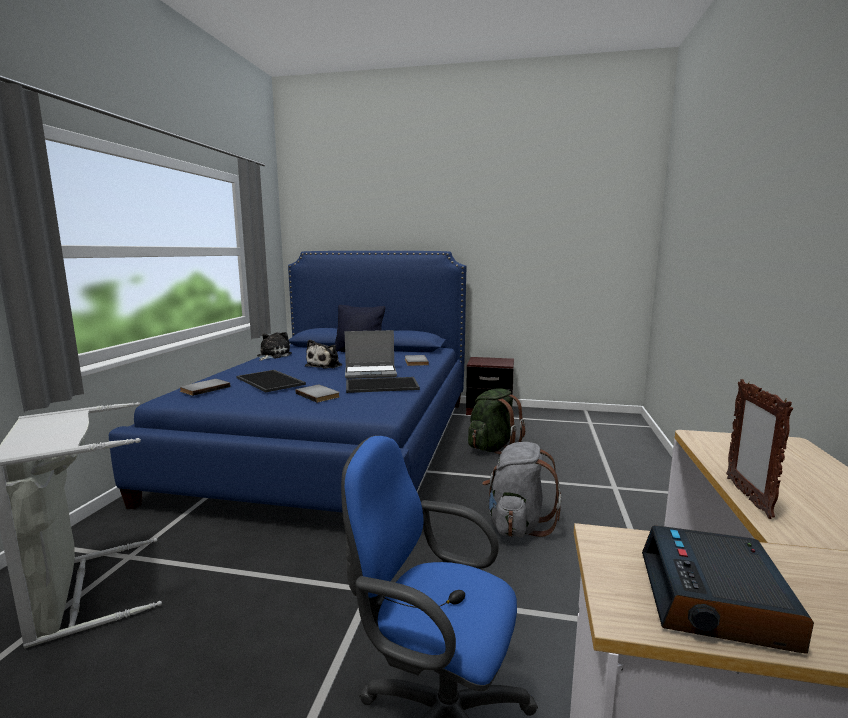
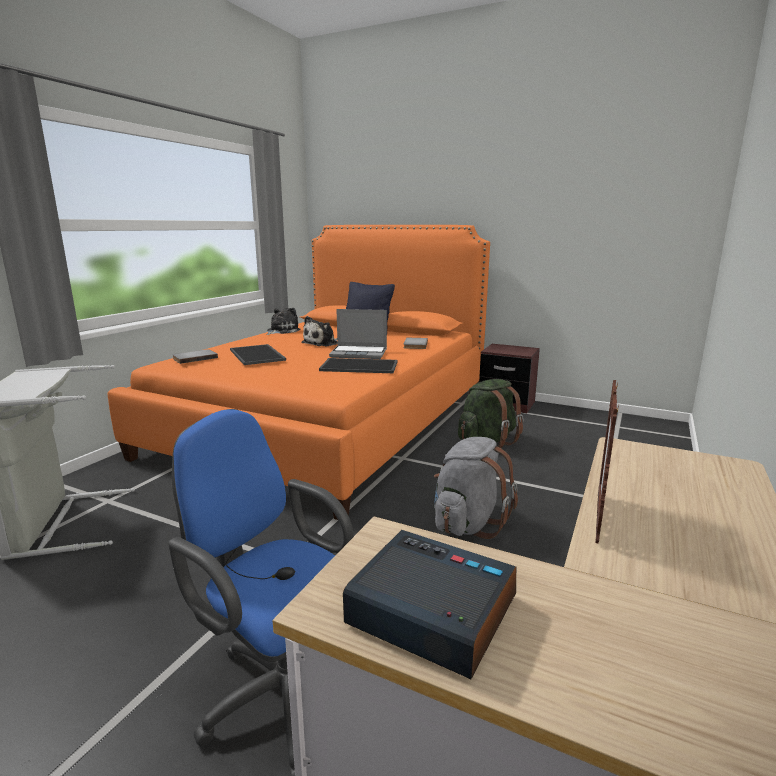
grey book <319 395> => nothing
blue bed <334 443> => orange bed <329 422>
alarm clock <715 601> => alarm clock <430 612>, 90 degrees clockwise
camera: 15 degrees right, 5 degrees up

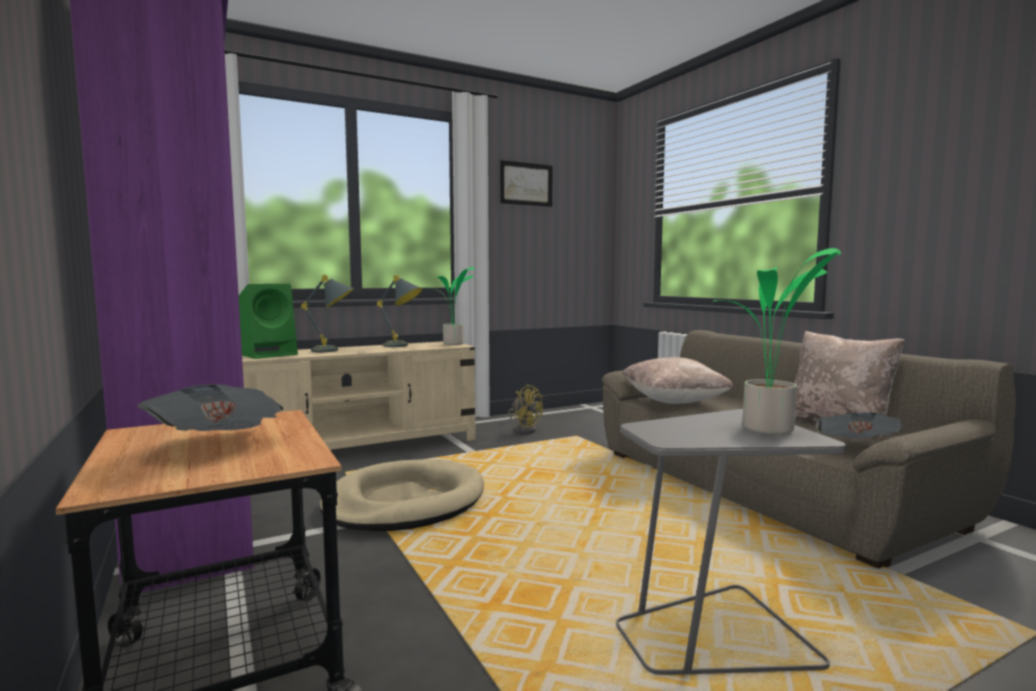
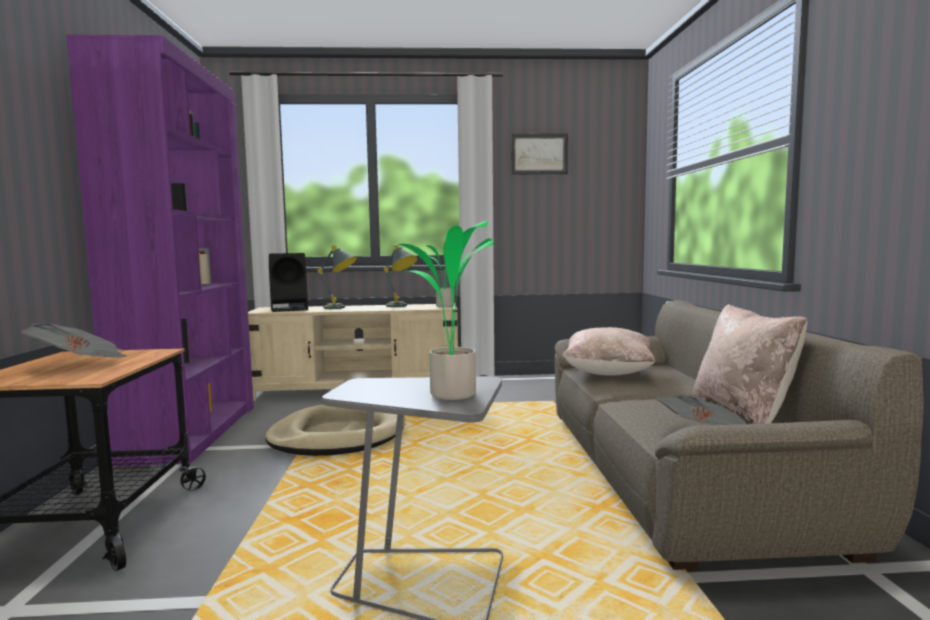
yellow fan <524 430> => nothing
green speaker <269 354> => black speaker <290 309>
camera: 25 degrees right, 0 degrees up

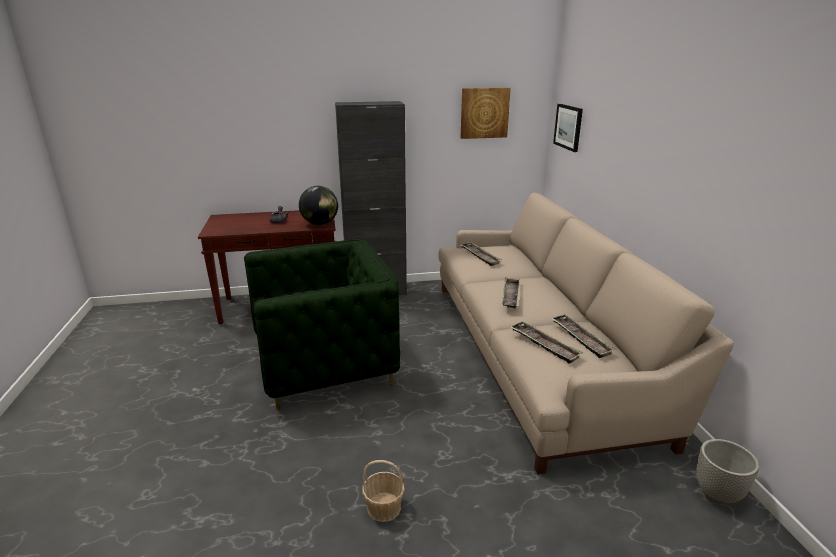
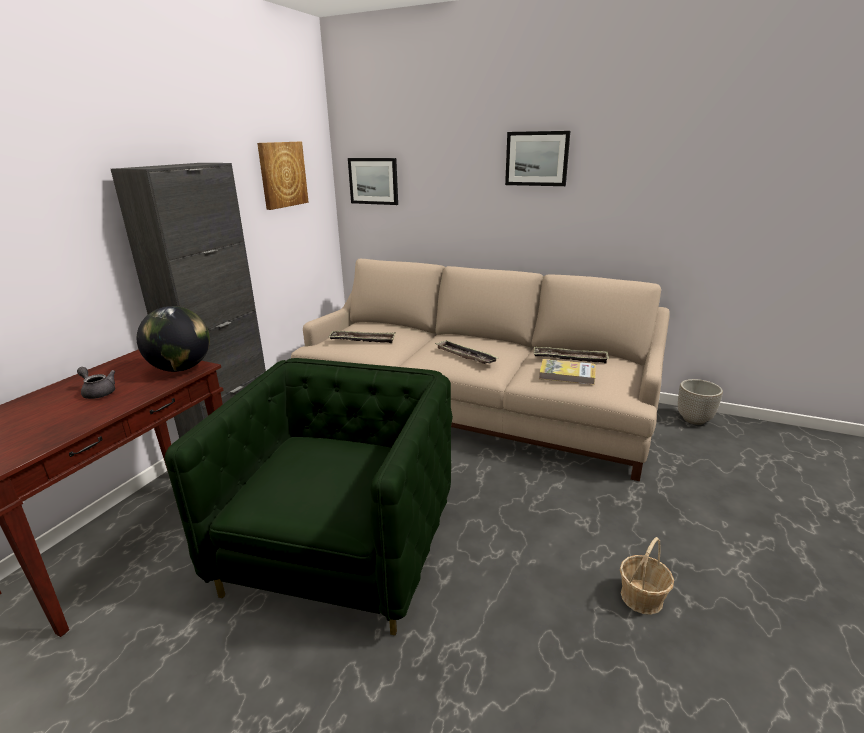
nothing => picture <537 158>
tray <544 345> => book <567 374>
camera: 55 degrees left, 0 degrees up

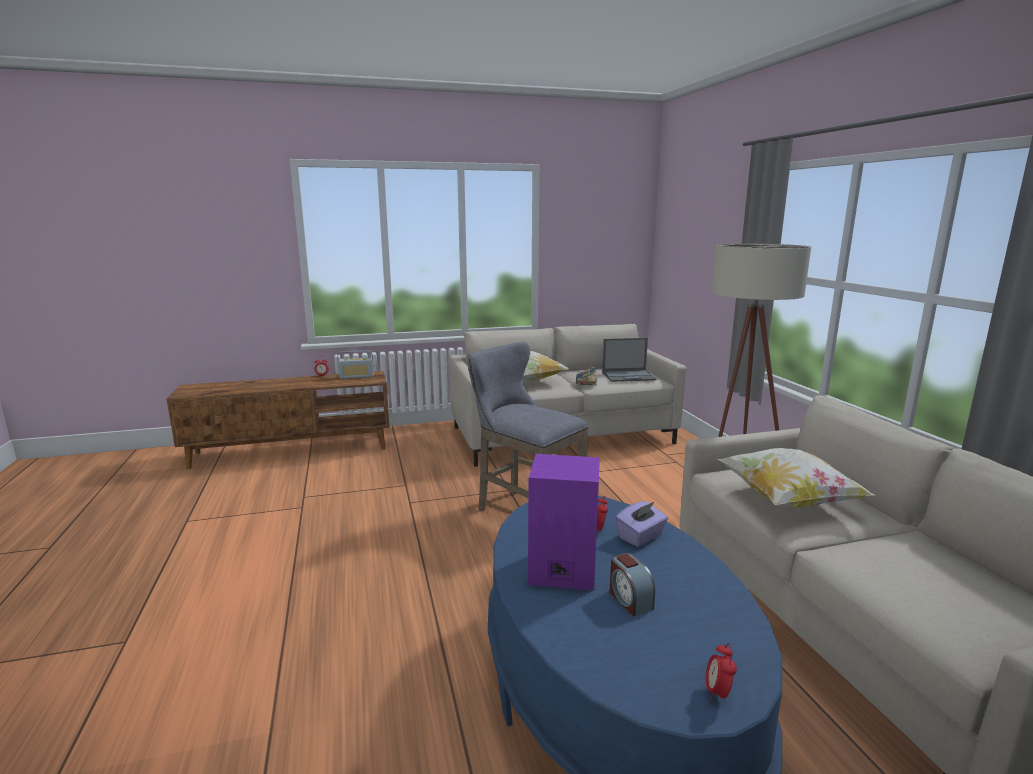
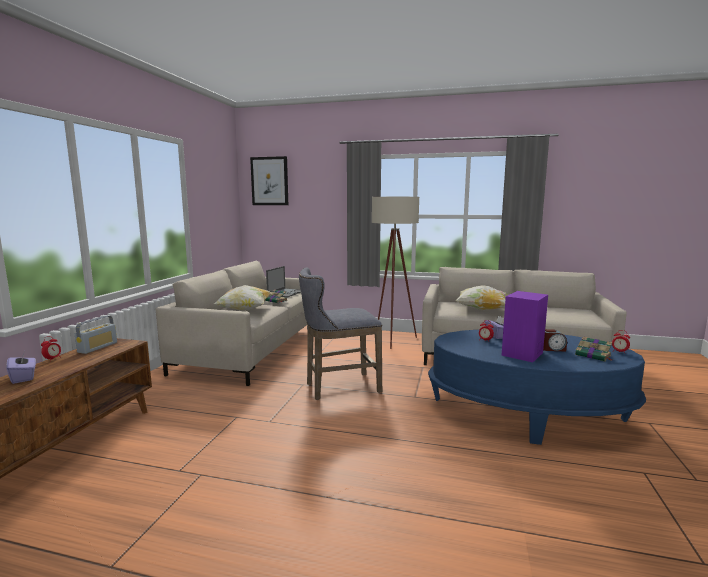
nothing => purple tissue box <23 377>
nothing => picture <269 181>
nothing => book <593 355>
camera: 60 degrees left, 5 degrees down

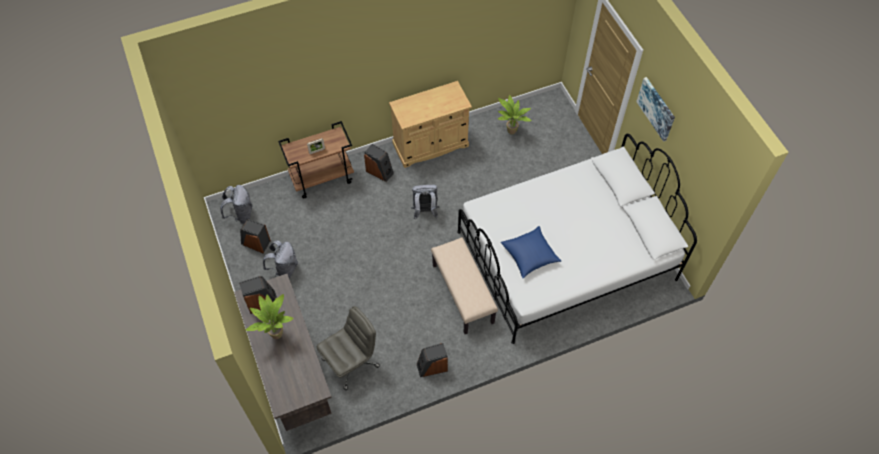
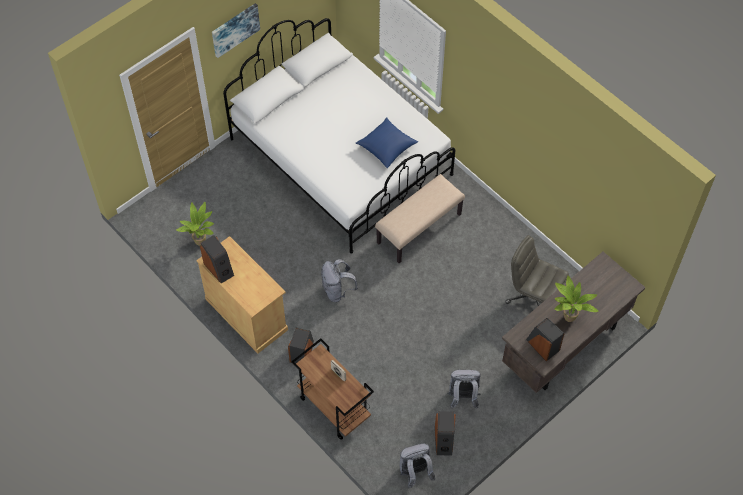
speaker <432 367> => speaker <219 268>, relocated
camera: 110 degrees left, 0 degrees up

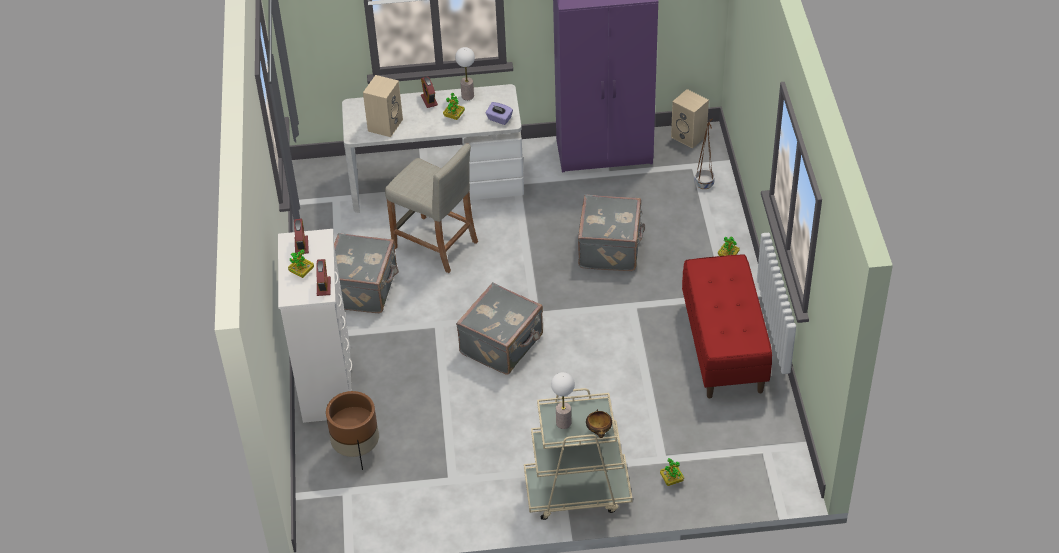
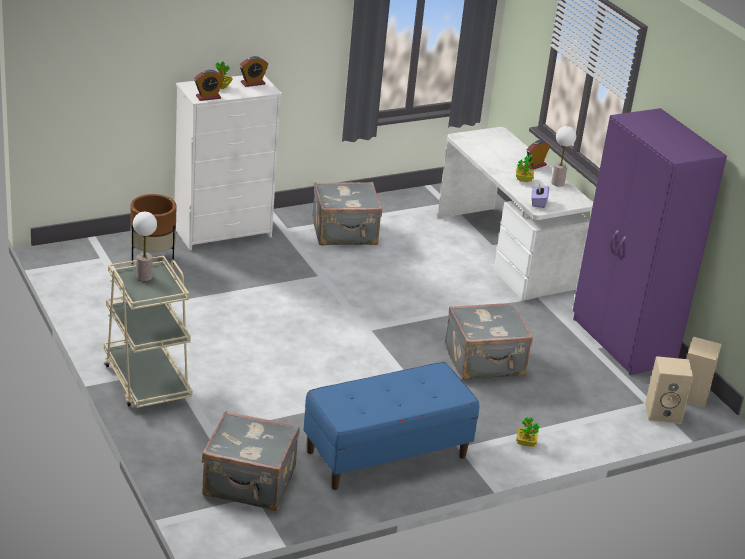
beige stool <435 245> => nothing
bowl <599 432> => nothing
potted plant <671 480> => nothing
brown planter <704 184> => nothing
beige speaker <385 124> => beige speaker <664 413>, relocated
grey suitcase <503 345> => grey suitcase <249 484>, relocated
red bench <724 347> => blue bench <386 455>
camera: 65 degrees right, 15 degrees down

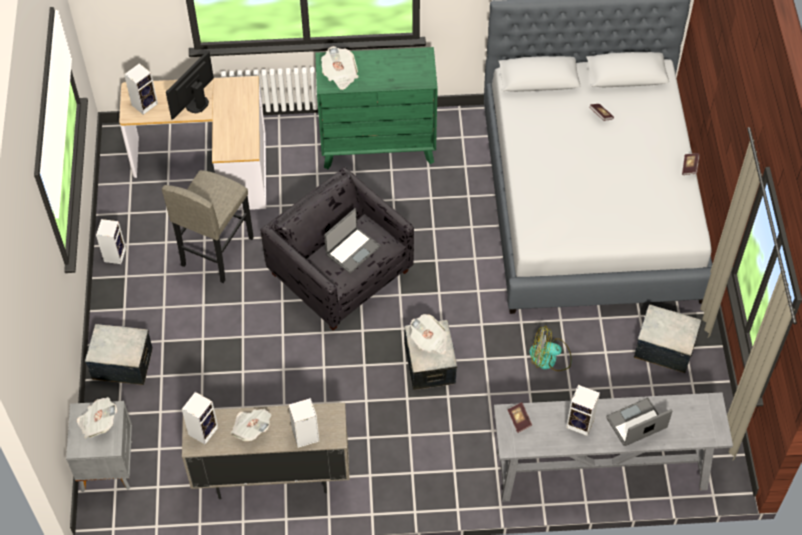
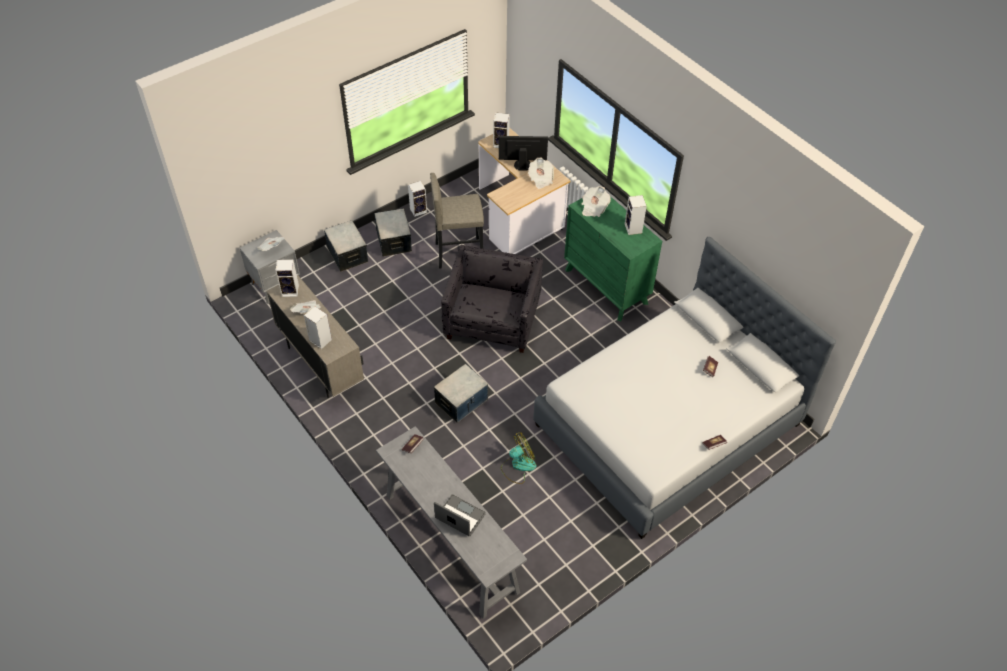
laptop <352 250> => nothing
newspaper <429 340> => newspaper <540 179>, relocated
speaker <581 423> => speaker <633 229>, relocated
storage box <664 347> => storage box <394 241>, relocated
fan <549 358> => fan <518 466>, 90 degrees clockwise
camera: 55 degrees right, 5 degrees down

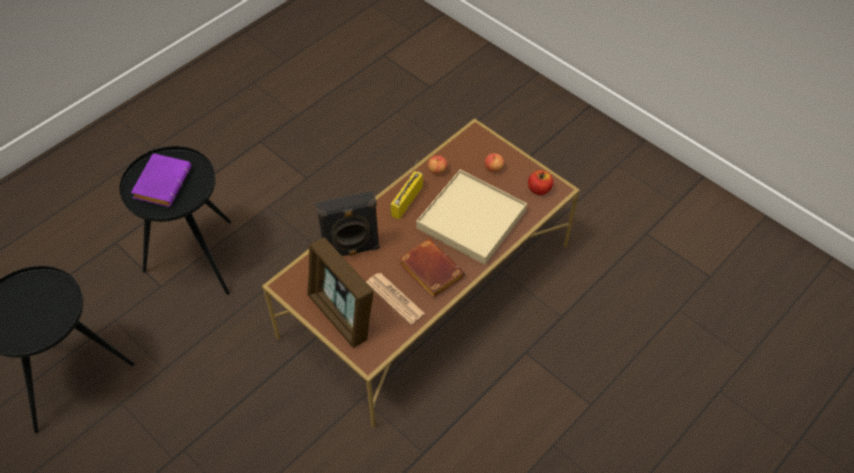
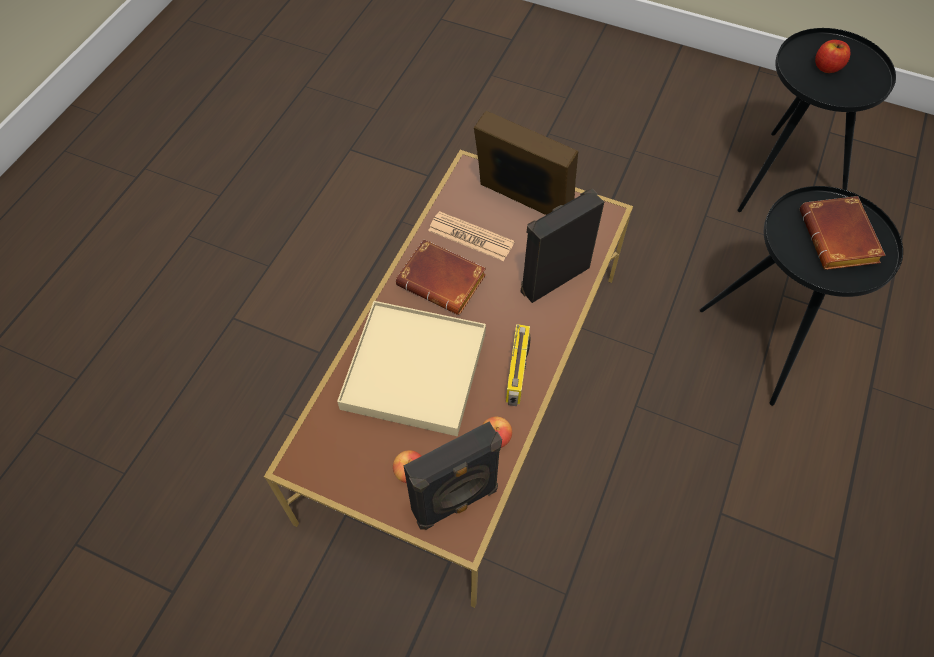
nothing => black speaker <456 502>
apple <539 189> => apple <827 67>, relocated
purple book <162 182> => brown book <840 240>
camera: 160 degrees right, 5 degrees up

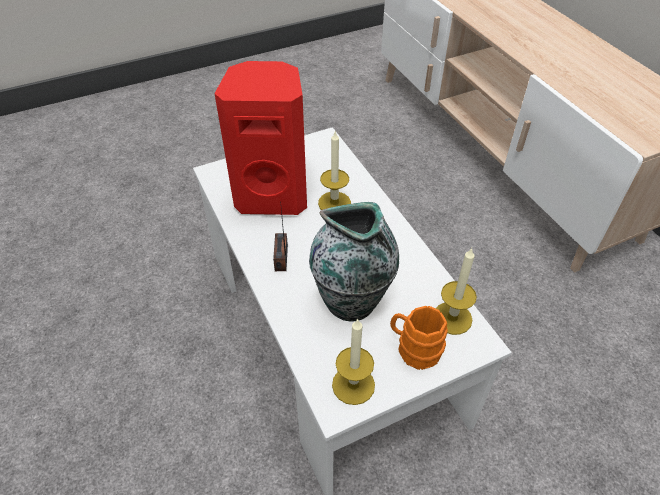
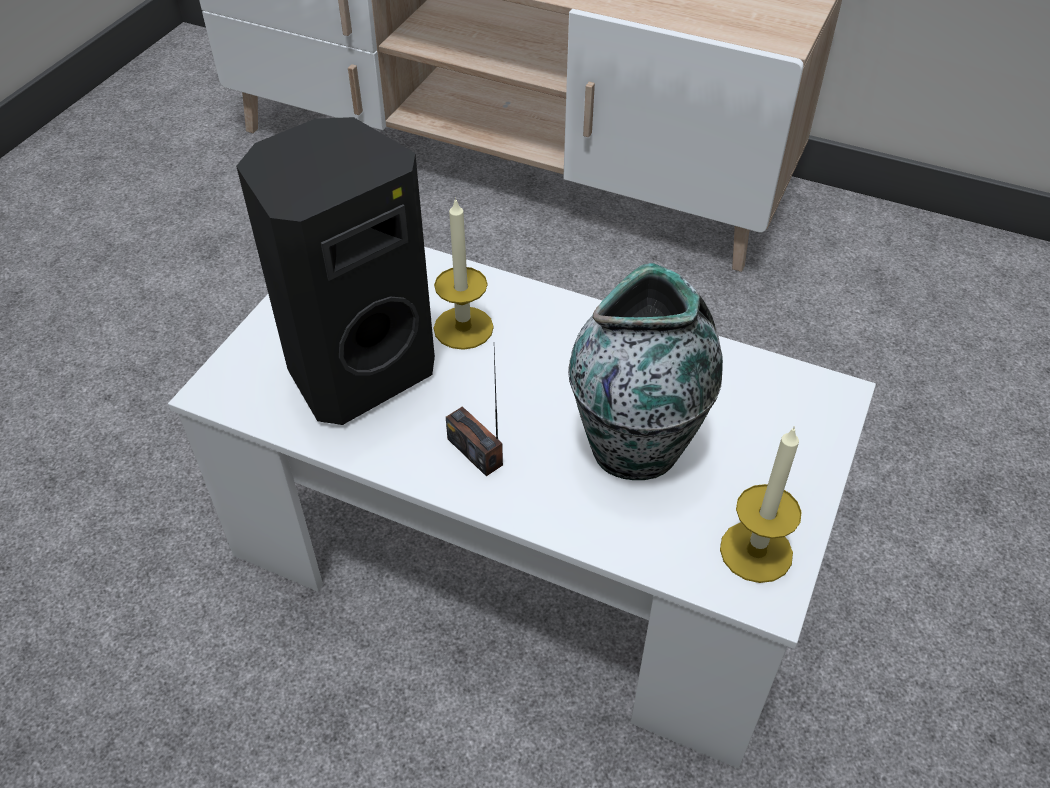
orange mug <414 349> => nothing
candle <452 318> => nothing
red speaker <272 195> => black speaker <357 370>
camera: 40 degrees left, 0 degrees up

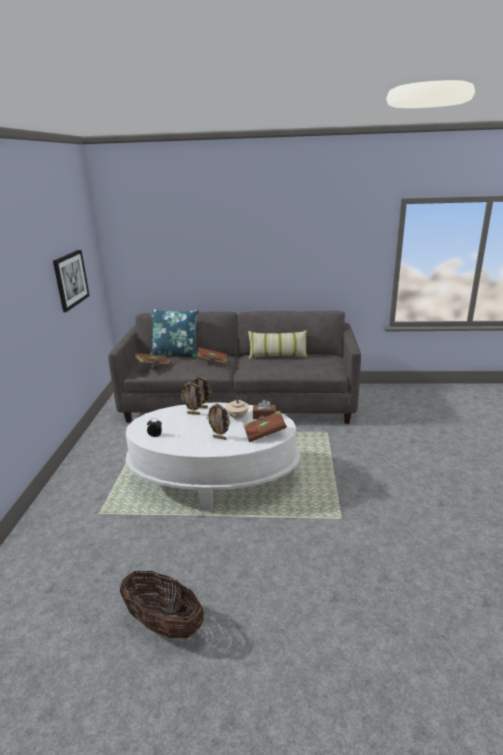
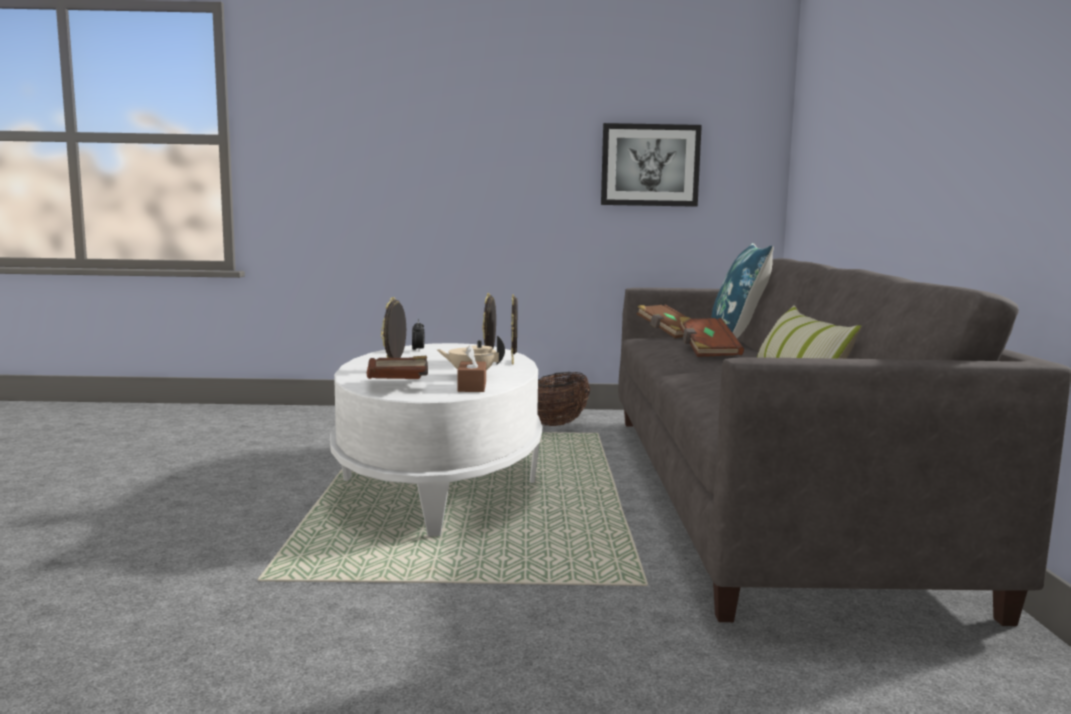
basket <164 623> => basket <559 424>, relocated
camera: 85 degrees right, 15 degrees down

